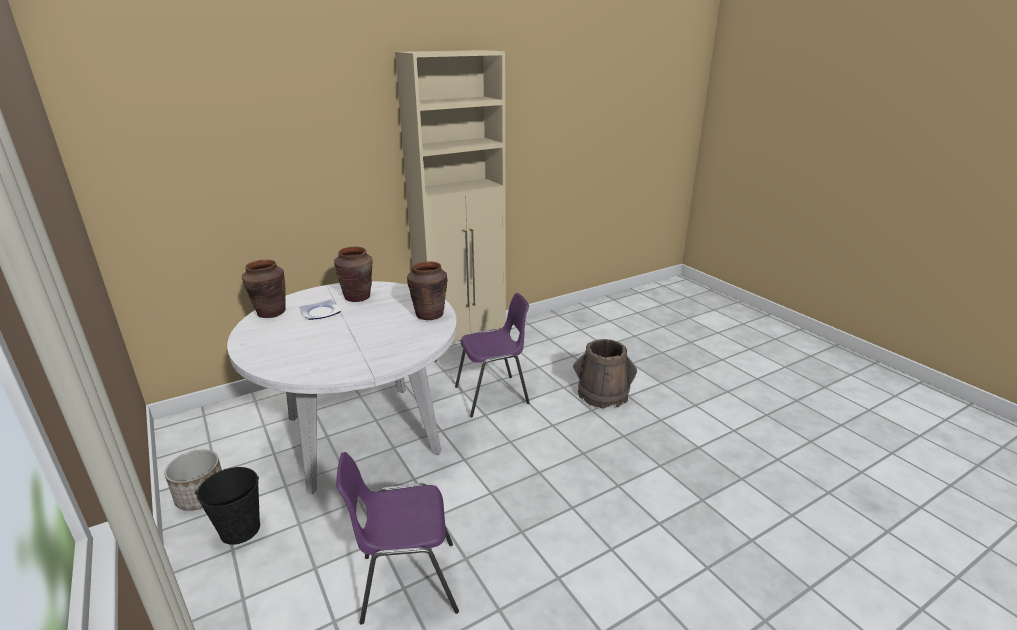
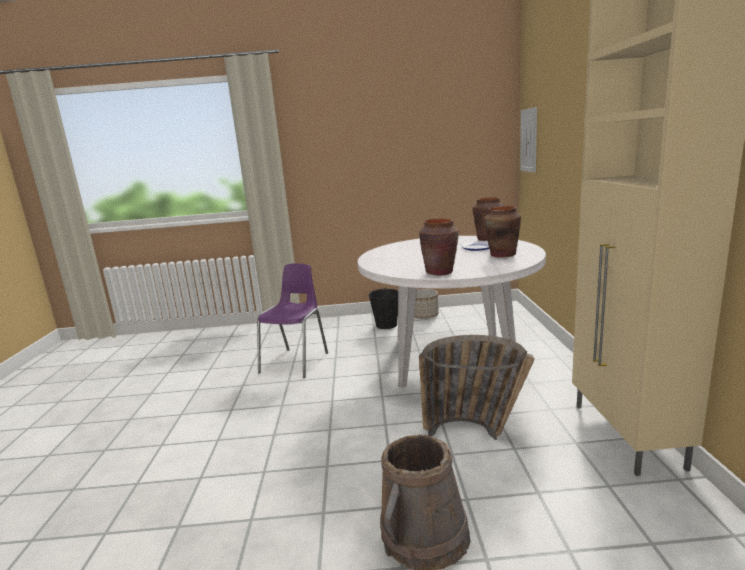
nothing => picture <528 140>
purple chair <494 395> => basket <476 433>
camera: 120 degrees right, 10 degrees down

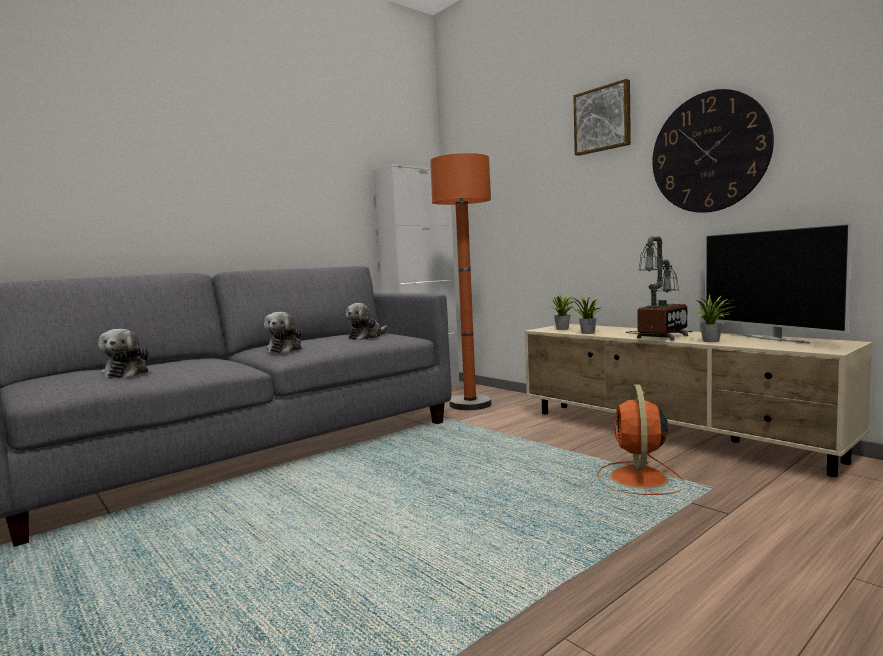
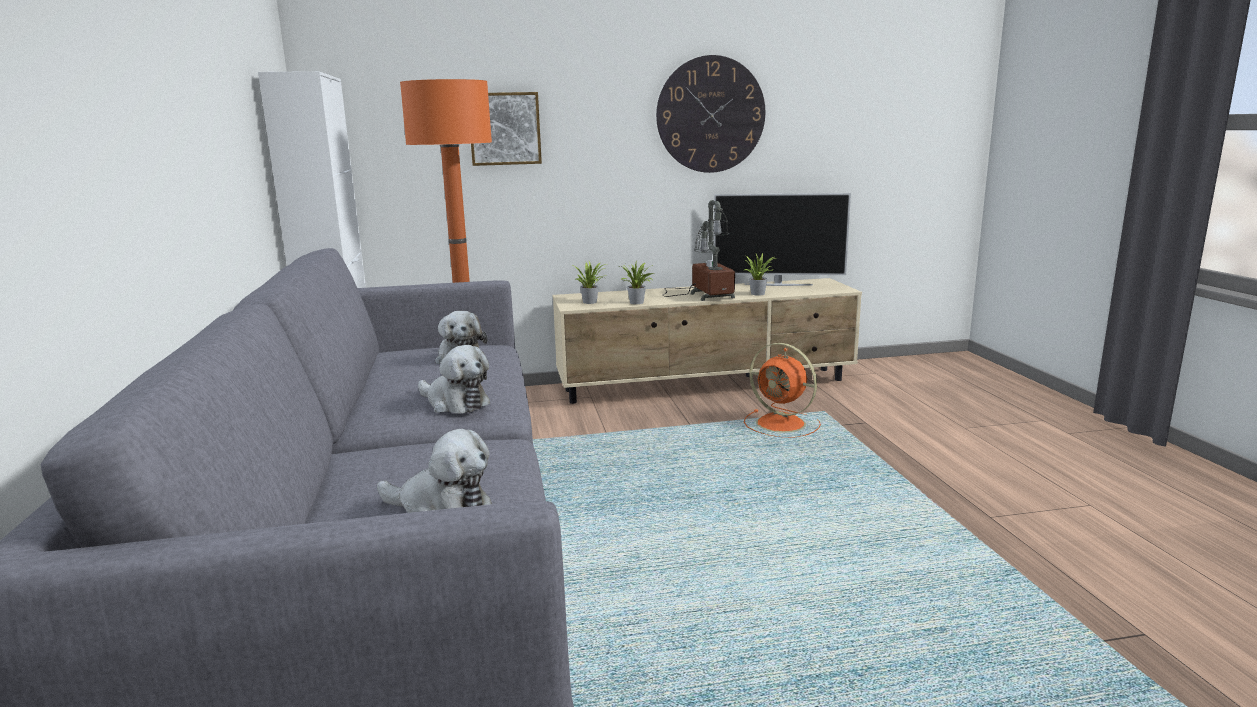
picture <603 119> => picture <504 129>, relocated
camera: 60 degrees left, 10 degrees up

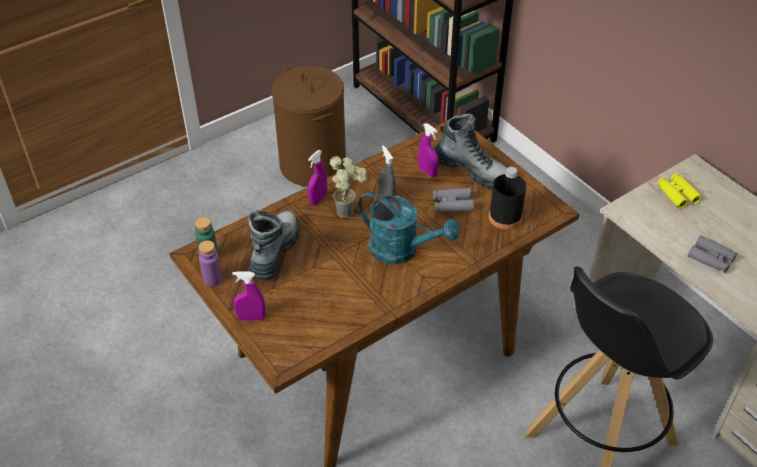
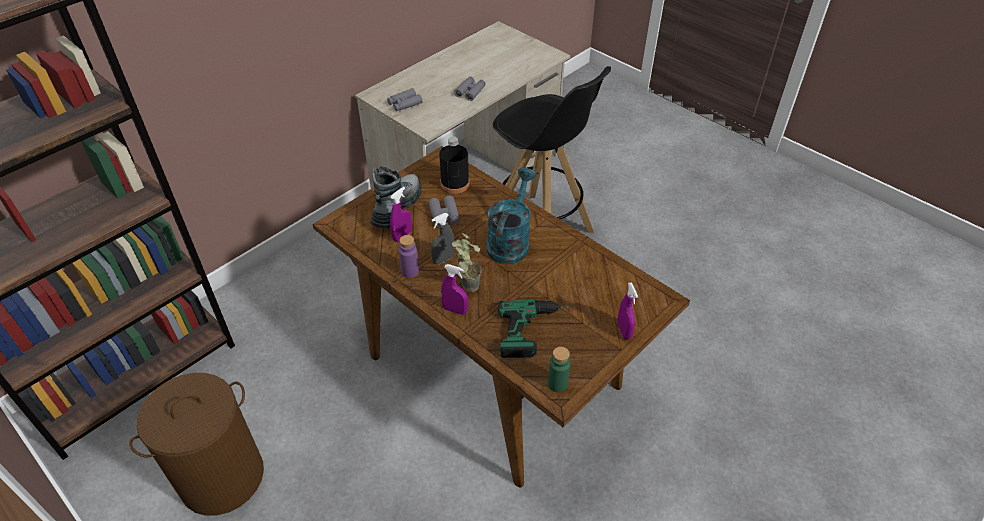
purple bottle <213 279> => purple bottle <410 271>, relocated
boot <274 252> => power drill <537 331>
yellow binoculars <677 194> => grey binoculars <404 103>
camera: 100 degrees left, 0 degrees up

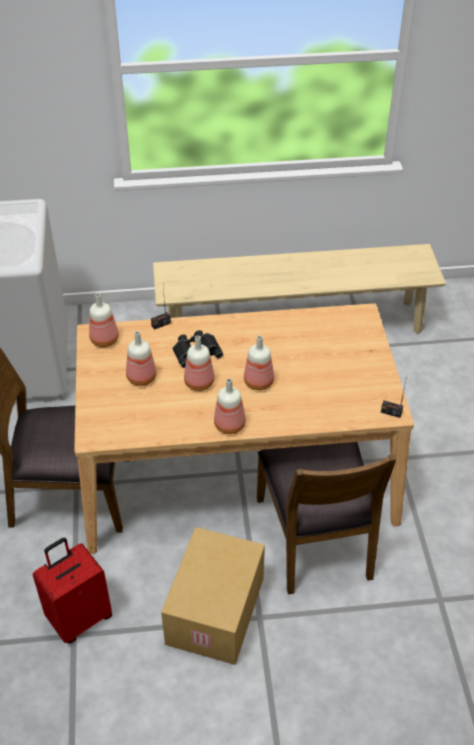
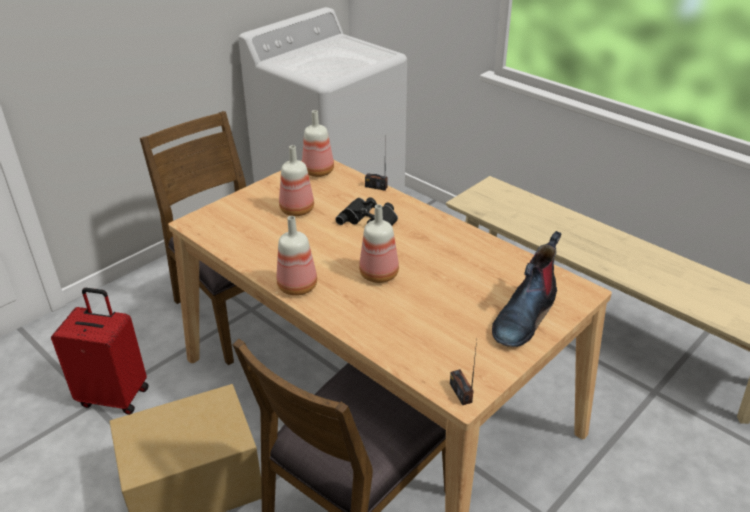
bottle <199 383> => nothing
nothing => boot <524 316>
camera: 50 degrees right, 10 degrees down

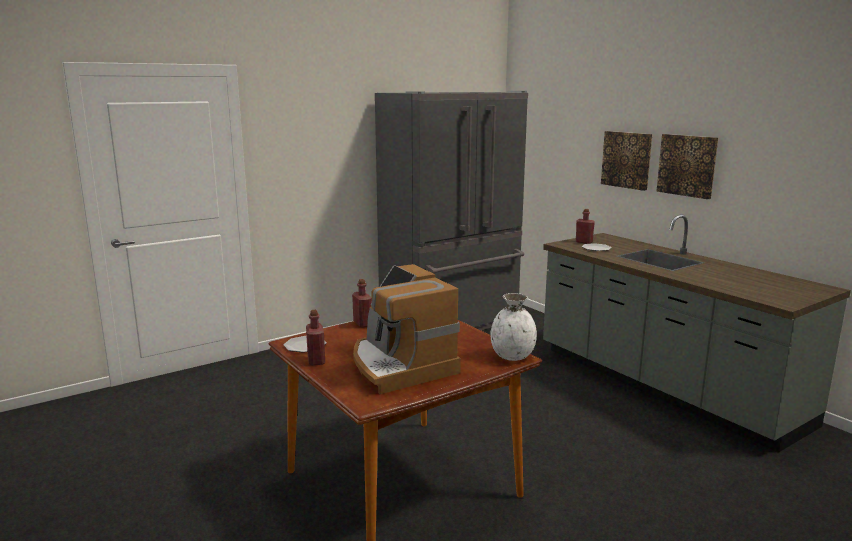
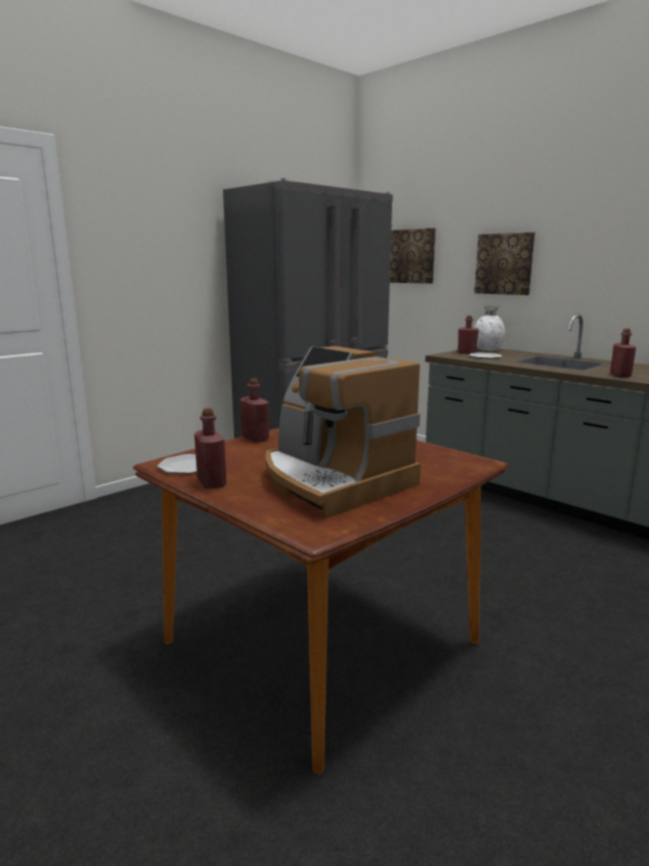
nothing => red bottle <620 375>
white vase <512 356> => white vase <487 350>, relocated
picture <687 165> => picture <413 256>, relocated
camera: 10 degrees left, 0 degrees up

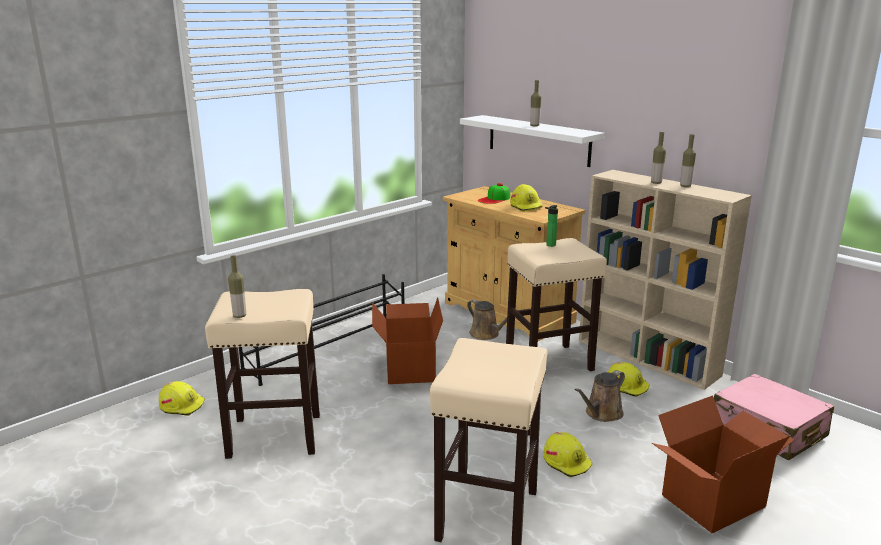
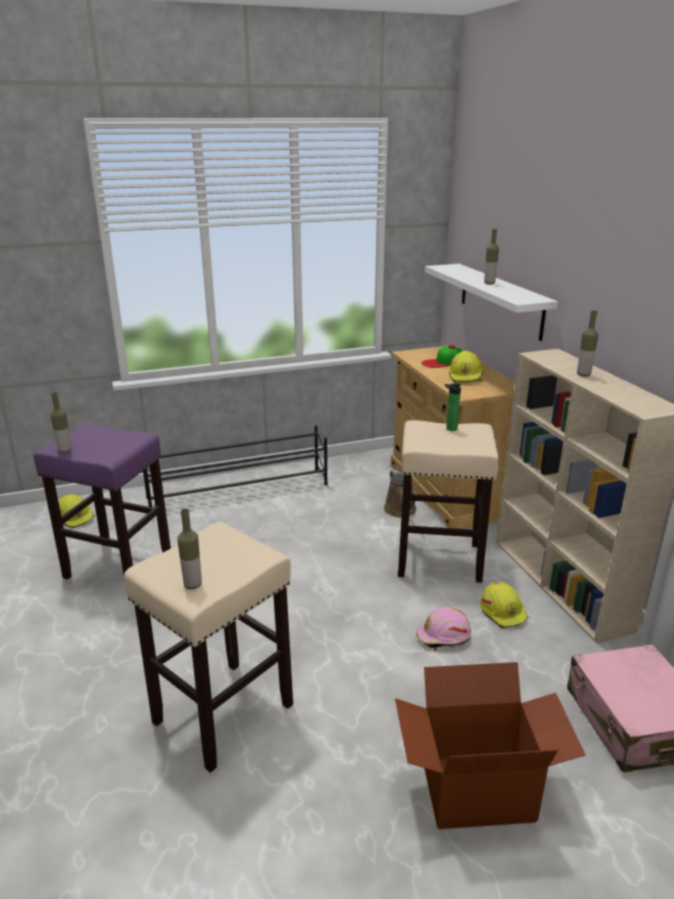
cardboard box <408 369> => nothing
yellow hard hat <567 461> => nothing
bottle <685 186> => bottle <193 585>, relocated
brown watering can <601 414> => pink hard hat <443 637>
beige stool <273 436> => purple stool <117 567>
camera: 25 degrees right, 5 degrees up

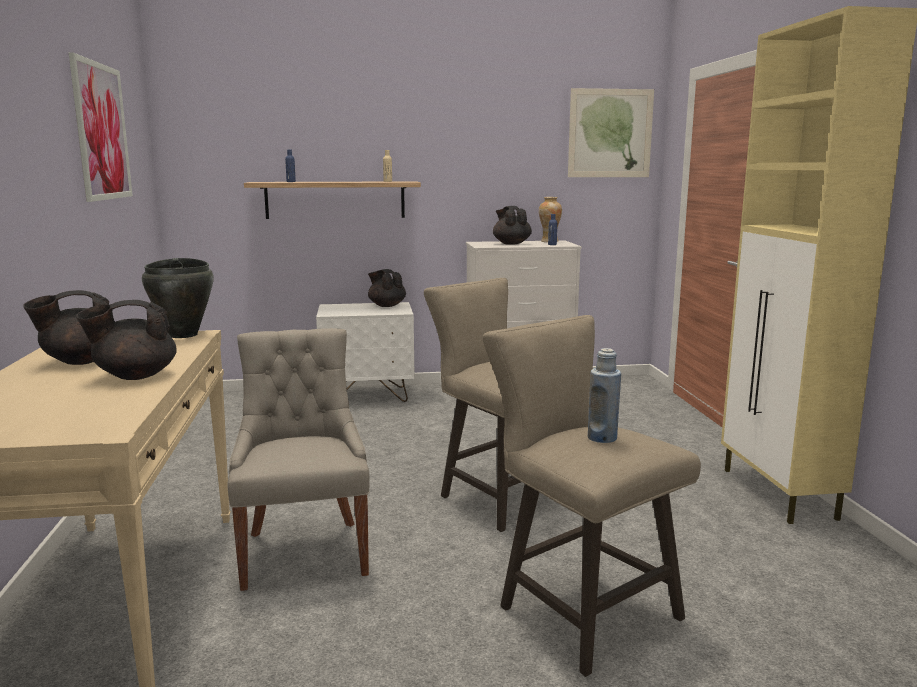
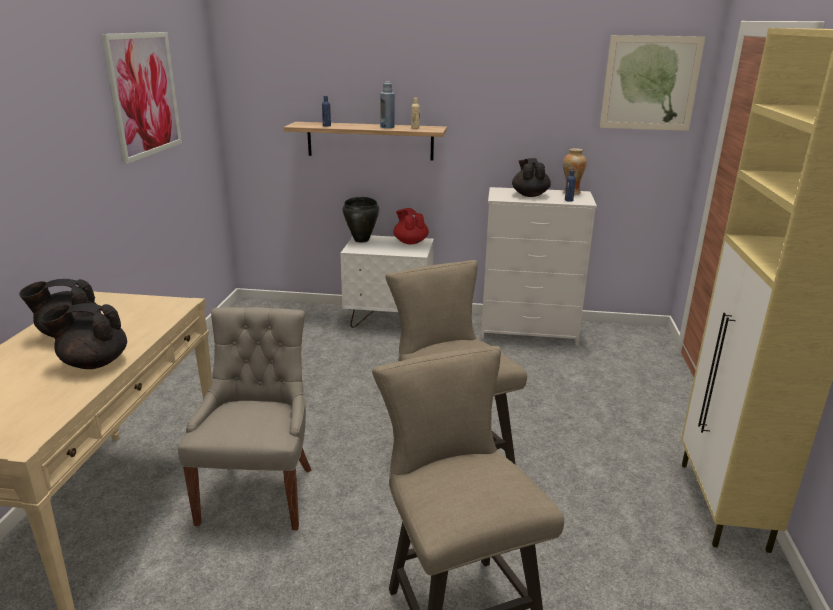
black cooking pot <184 335> => black cooking pot <361 240>, relocated
blue bottle <602 438> => blue bottle <387 127>, relocated
black teapot <386 305> => red teapot <410 242>
camera: 15 degrees right, 10 degrees up

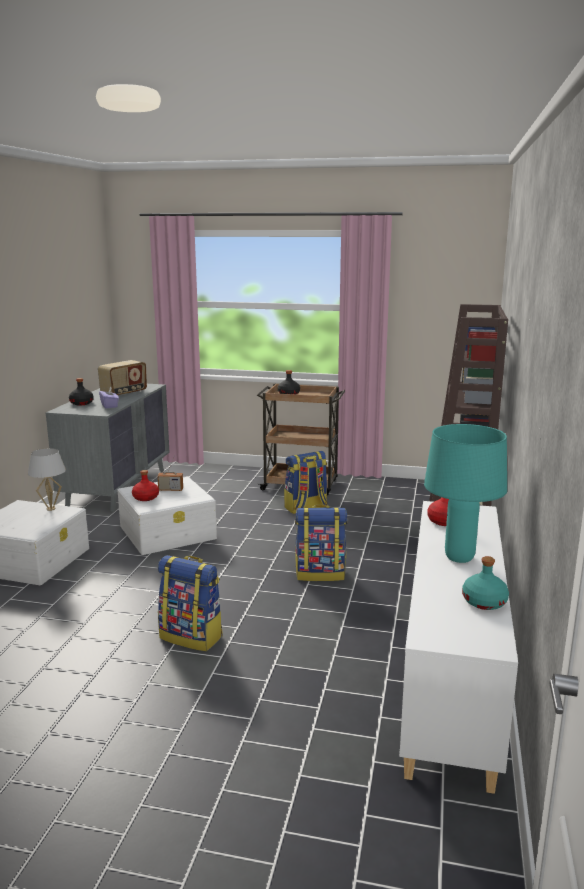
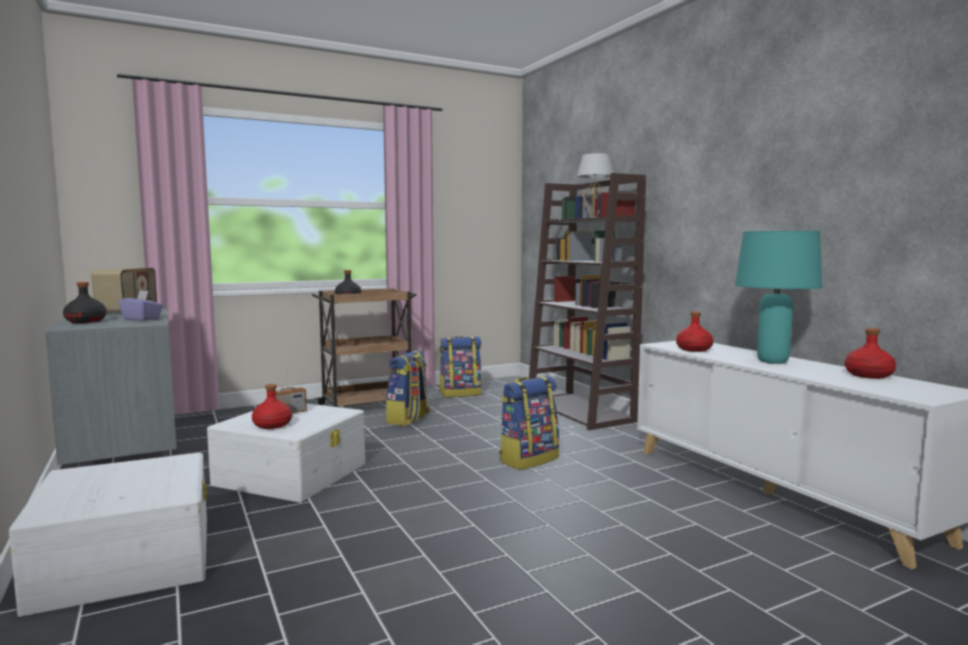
white table lamp <51 509> => white table lamp <594 217>, relocated
backpack <192 636> => backpack <460 393>, relocated
turquoise bottle <484 602> => red bottle <869 375>
camera: 40 degrees left, 10 degrees down

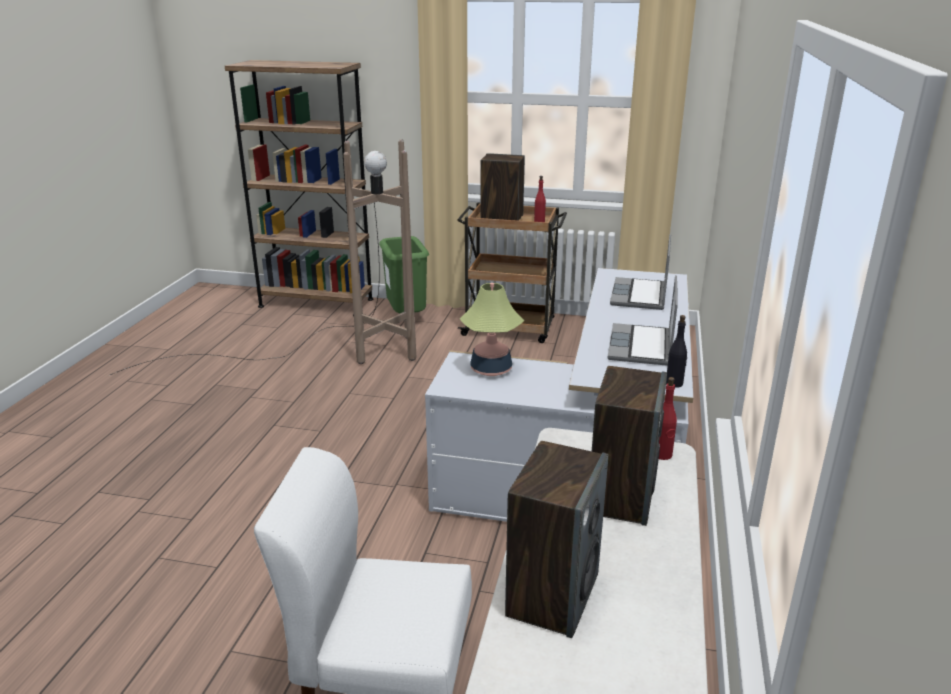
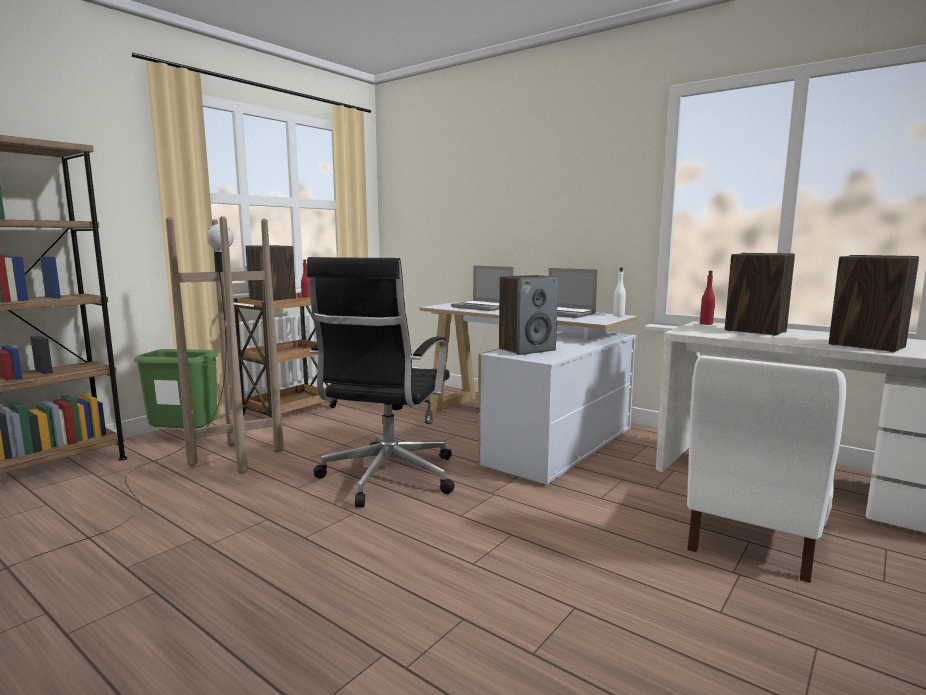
nothing => black office chair <387 478>
table lamp <491 369> => speaker <527 350>
black bottle <674 383> => white bottle <618 315>
camera: 65 degrees left, 15 degrees down

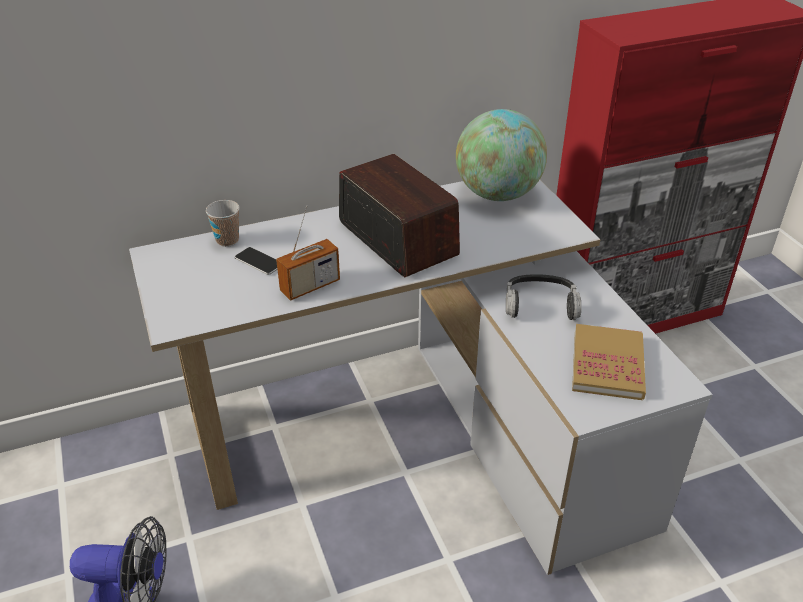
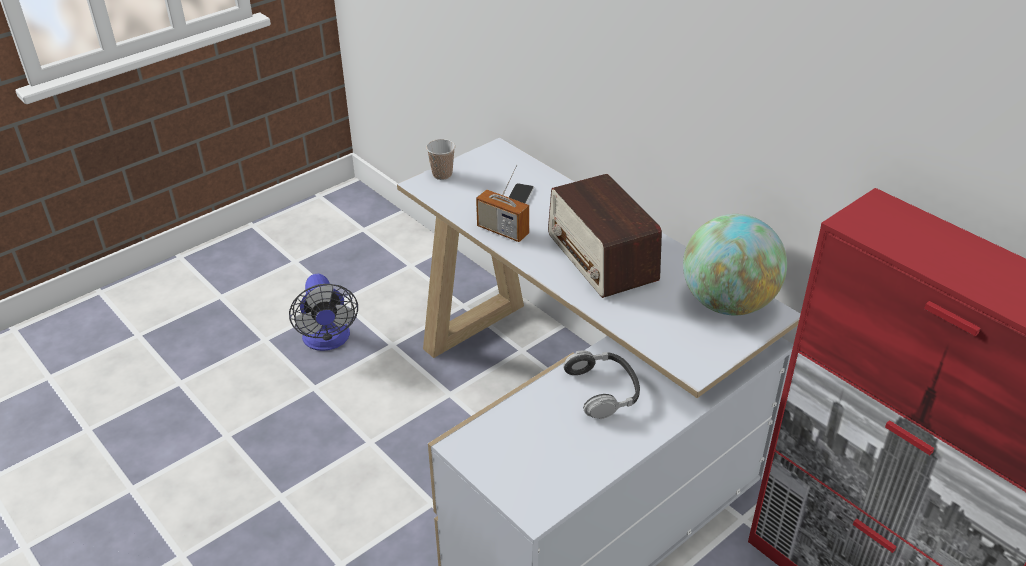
book <607 364> => nothing
cup <227 240> => cup <442 175>, relocated
radio <397 238> => radio <602 258>, 120 degrees clockwise
camera: 70 degrees right, 0 degrees up

